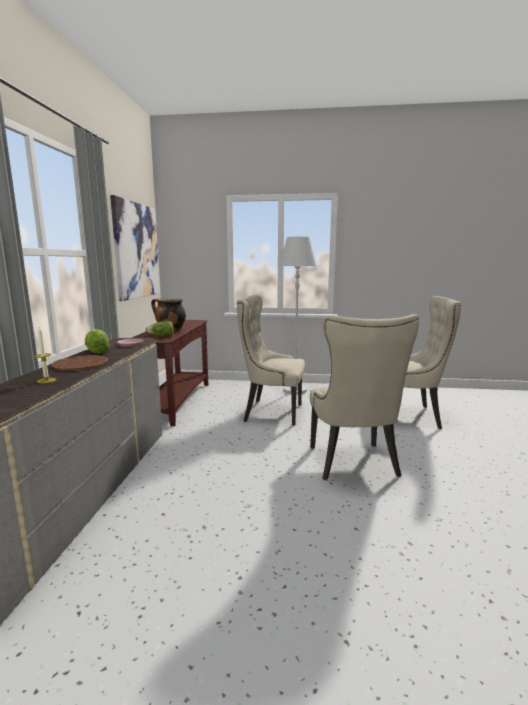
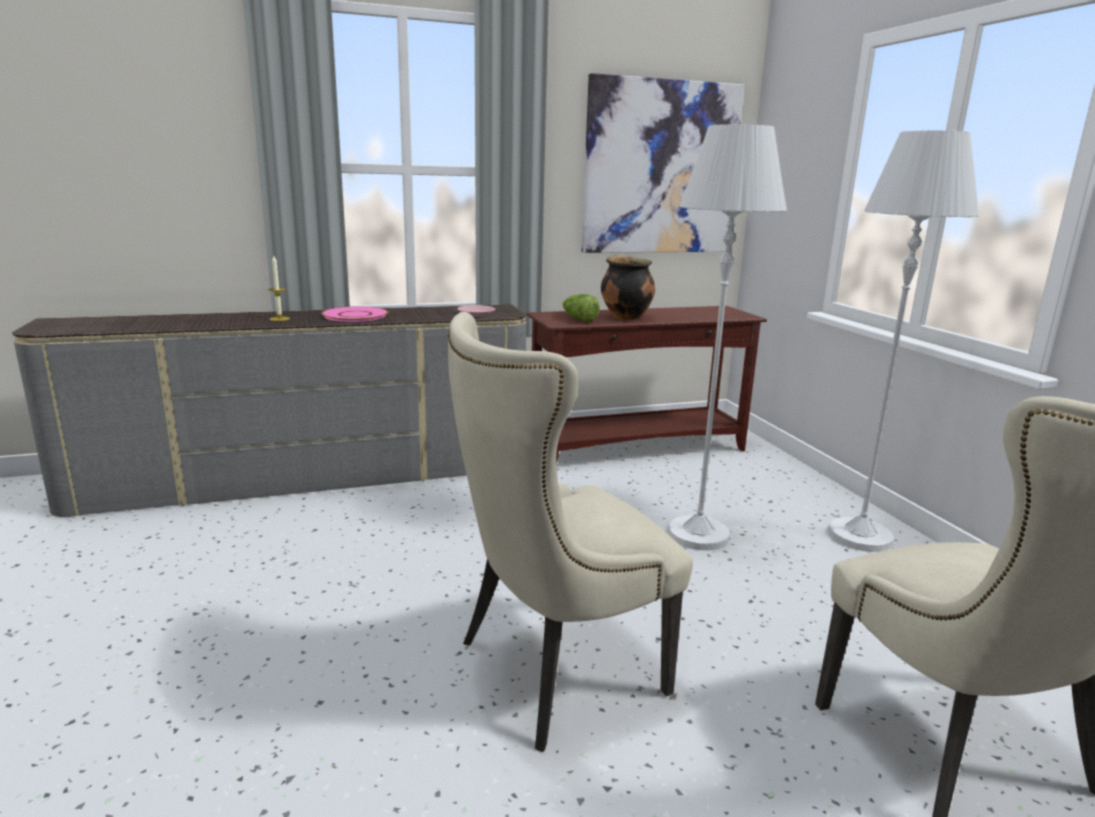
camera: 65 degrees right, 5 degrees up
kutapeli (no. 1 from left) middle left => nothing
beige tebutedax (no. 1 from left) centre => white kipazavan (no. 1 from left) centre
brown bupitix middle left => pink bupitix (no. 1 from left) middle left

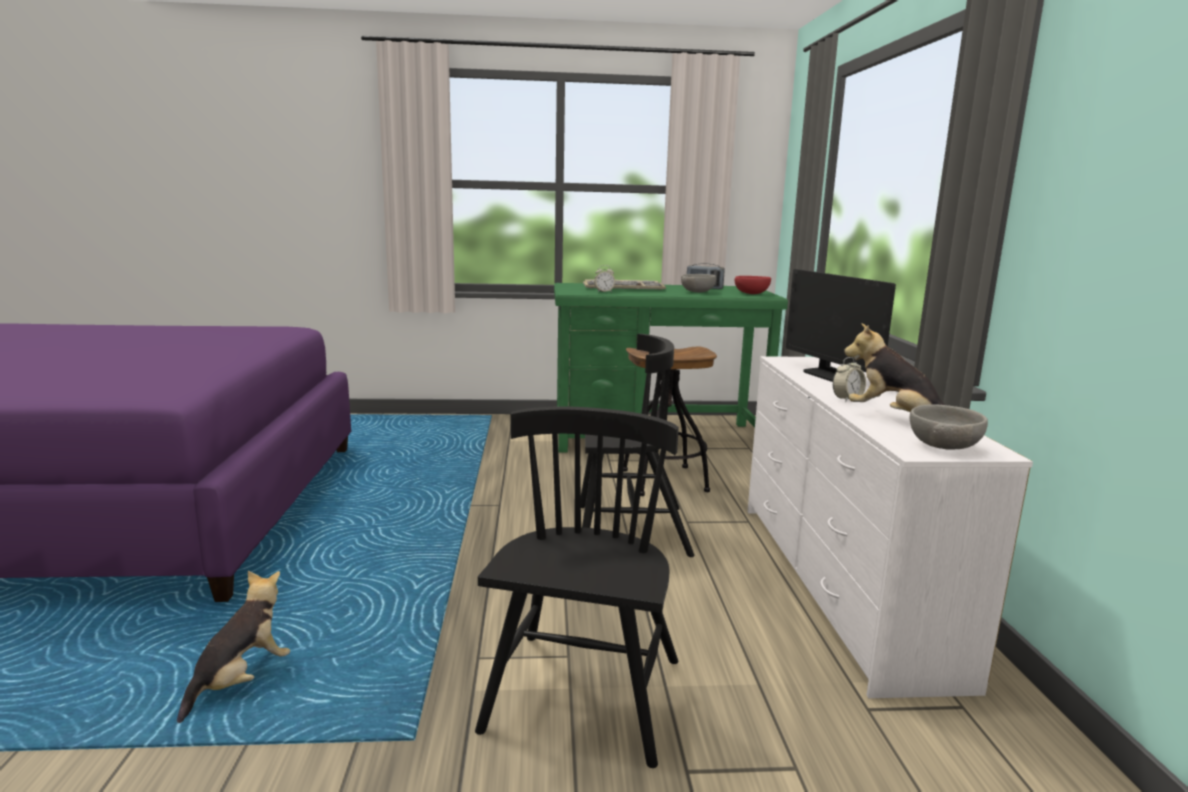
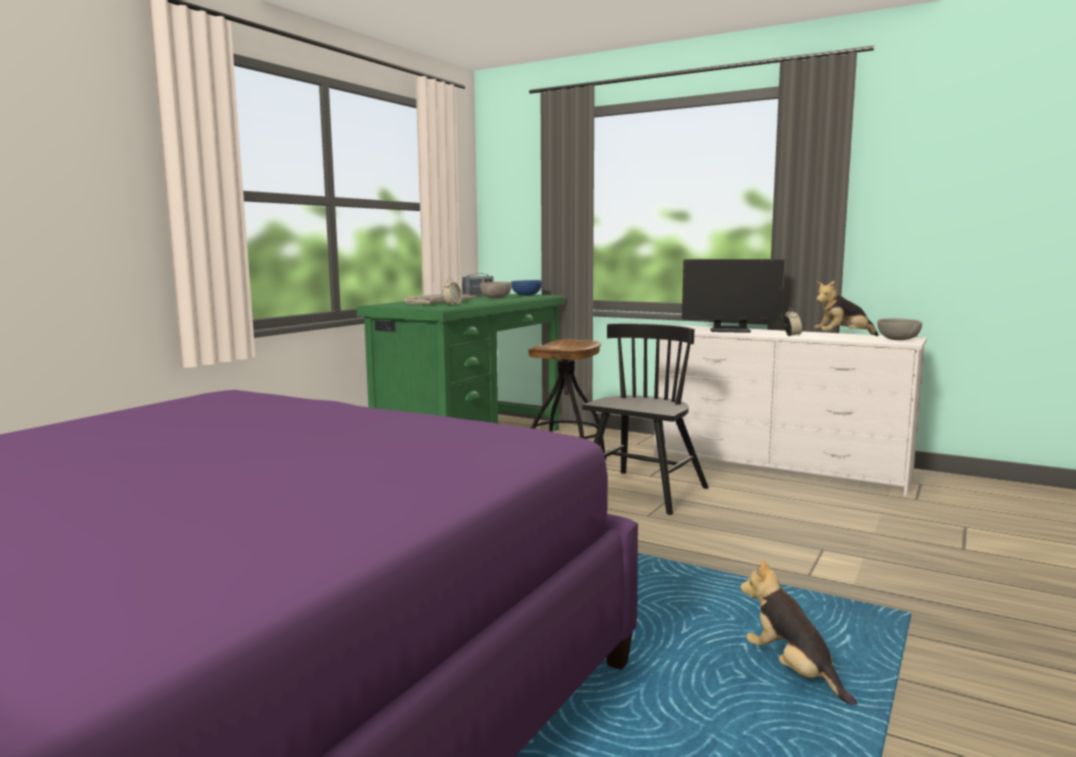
camera: 55 degrees left, 5 degrees down
black tebutedax (no. 1 from left) bottom centre => nothing
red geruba centre => blue geruba centre

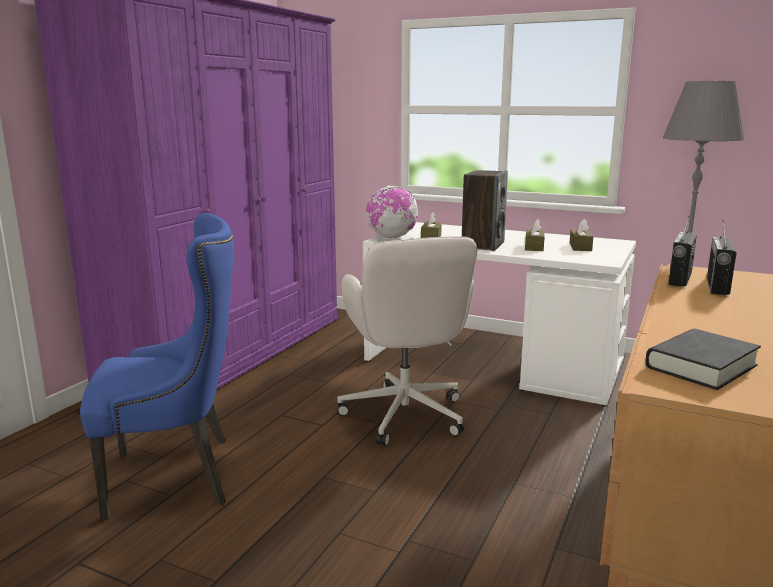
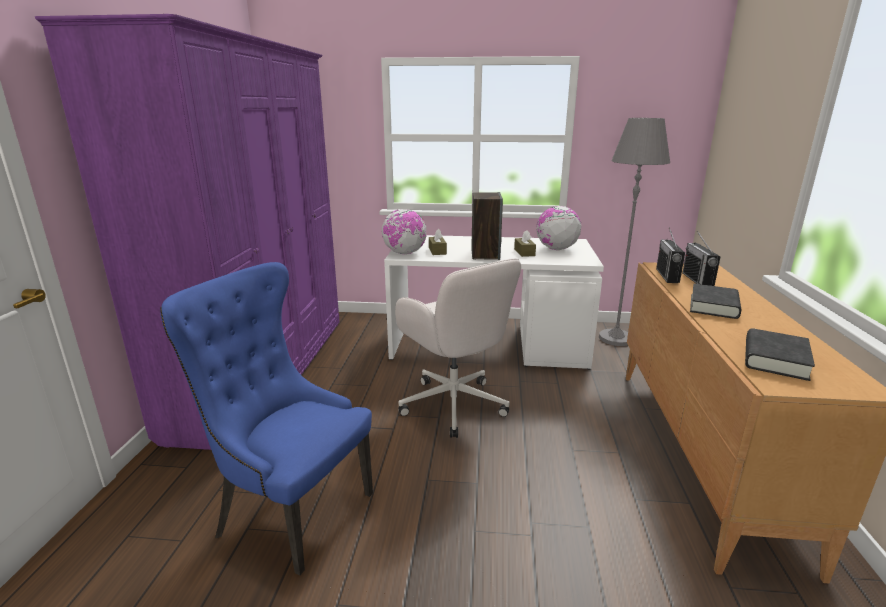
camera: 20 degrees left, 5 degrees up
nothing => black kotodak (no. 1 from left) middle right
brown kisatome (no. 3 from left) middle right => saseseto (no. 2 from left) centre
blue tebutedax middle left => blue tebutedax bottom left, 120 degrees counterclockwise

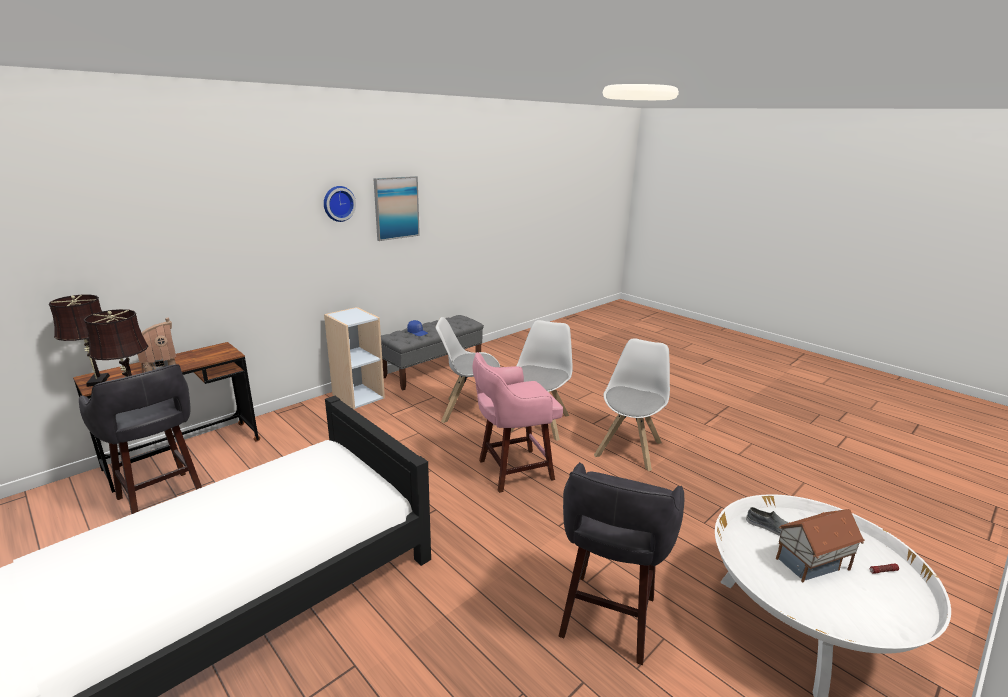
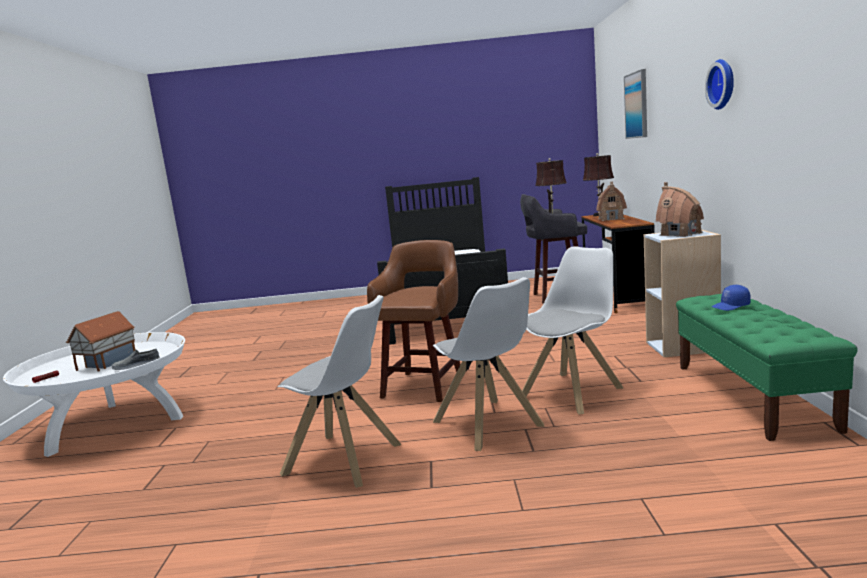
camera: 135 degrees right, 10 degrees down
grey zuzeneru (no. 2 from left) bottom centre => nothing
nothing => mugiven (no. 3 from left) middle right
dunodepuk top centre => dunodepuk top right, shifted
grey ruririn centre => green ruririn middle right
pink zuzeneru centre => brown zuzeneru centre
tebutedax (no. 3 from left in the first image) centre => tebutedax (no. 1 from left) bottom centre, 45 degrees counterclockwise

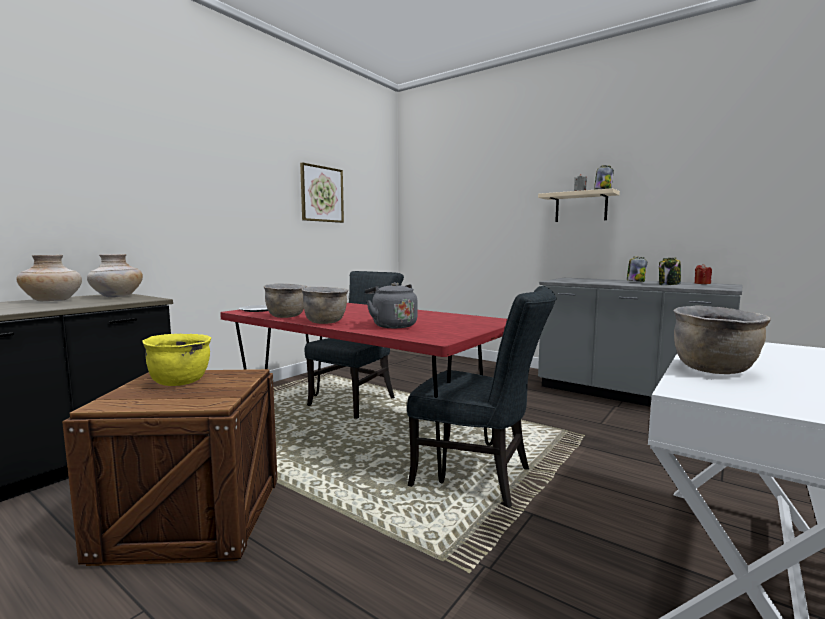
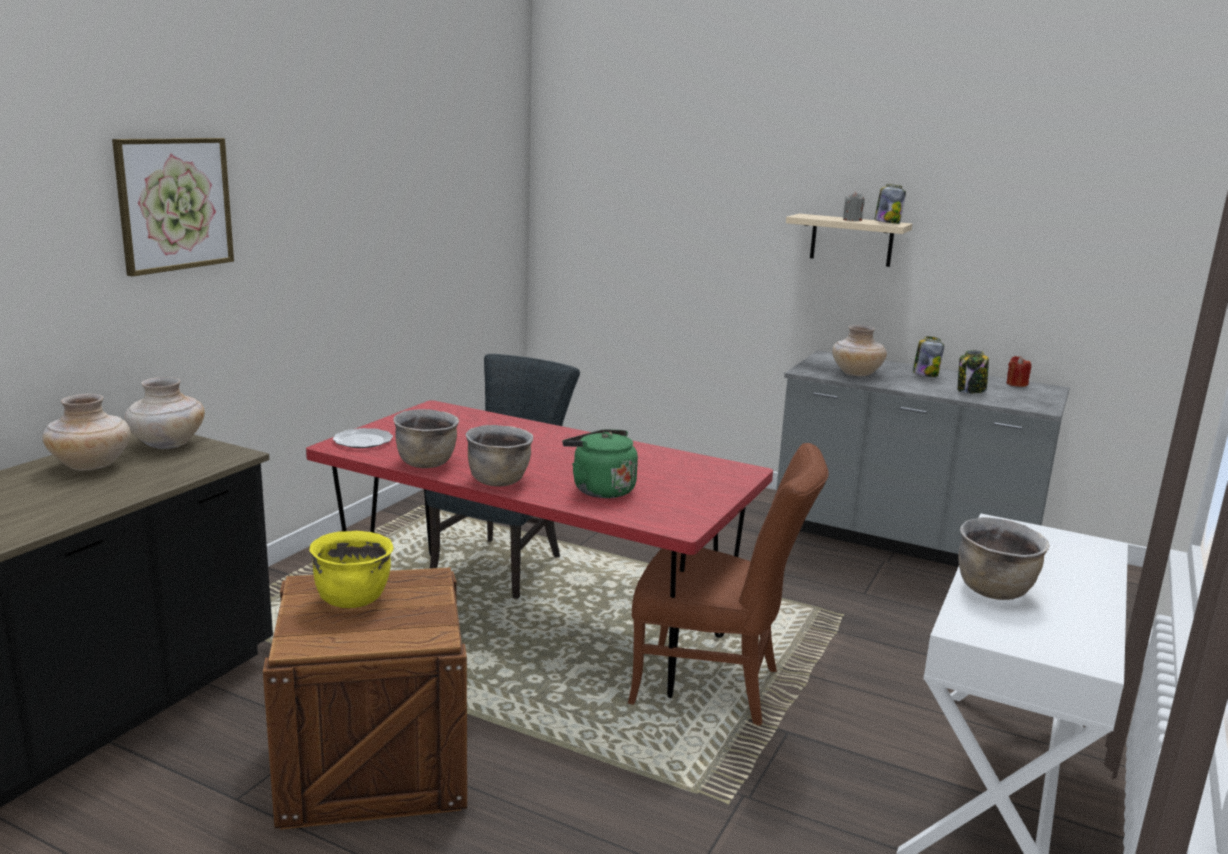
camera: 10 degrees left, 10 degrees up
nothing => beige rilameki (no. 3 from left) middle right
dunodepuk top centre => dunodepuk top left, shifted
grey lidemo centre => green lidemo centre
grey tebutedax (no. 2 from left) centre => brown tebutedax bottom centre

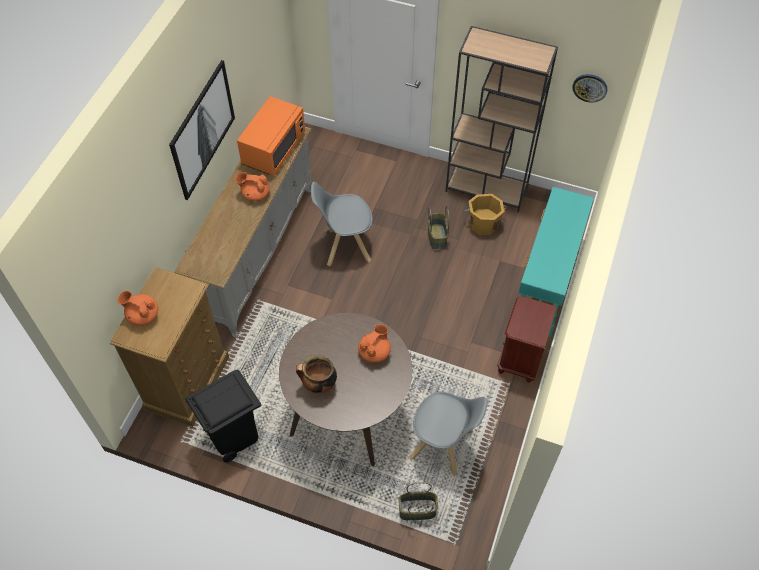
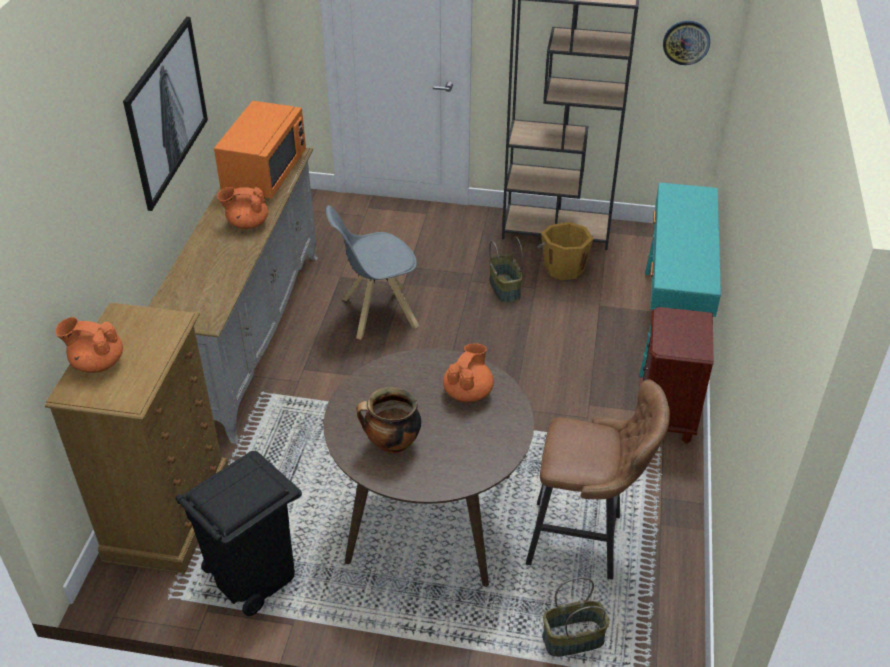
camera: 10 degrees left, 15 degrees down
grey tebutedax (no. 2 from left) bottom centre => brown zuzeneru bottom right

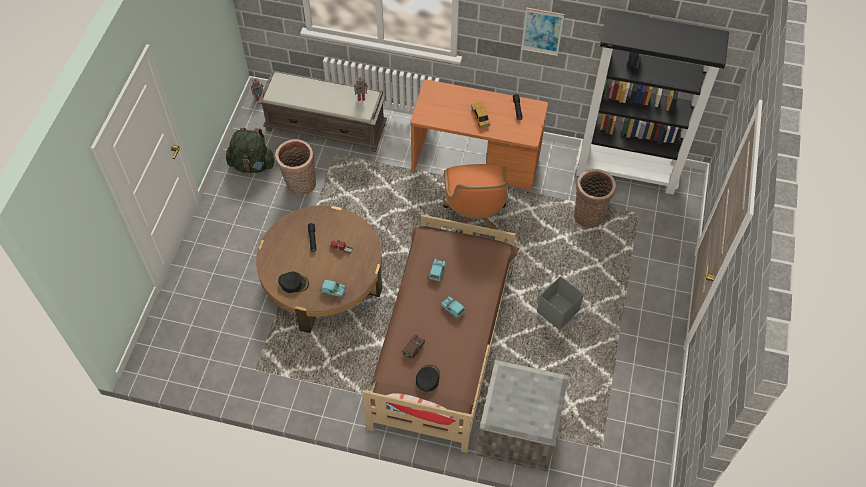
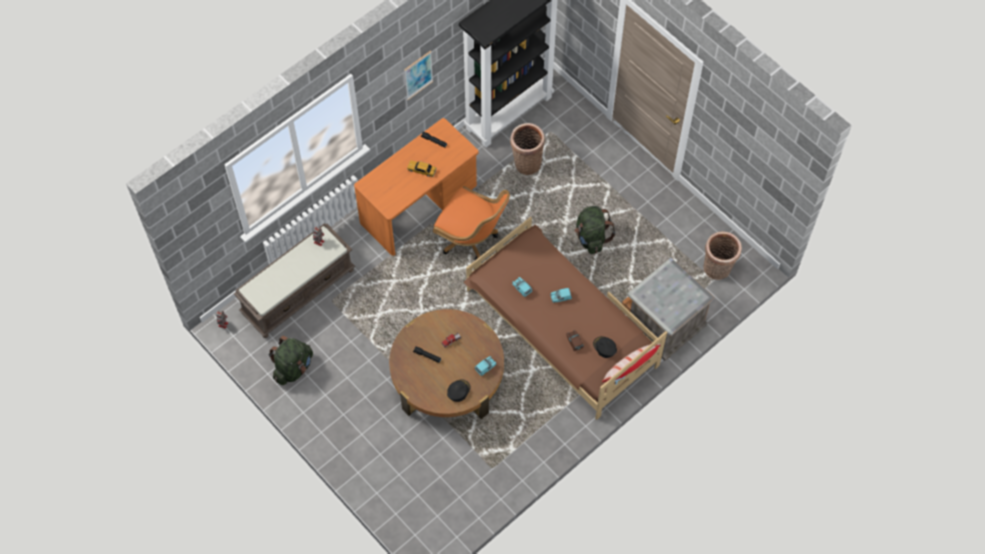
camera: 55 degrees left, 5 degrees up
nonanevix (no. 1 from left in the first image) centre => nonanevix (no. 2 from left) middle right, shifted
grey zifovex centre => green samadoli (no. 2 from left) centre

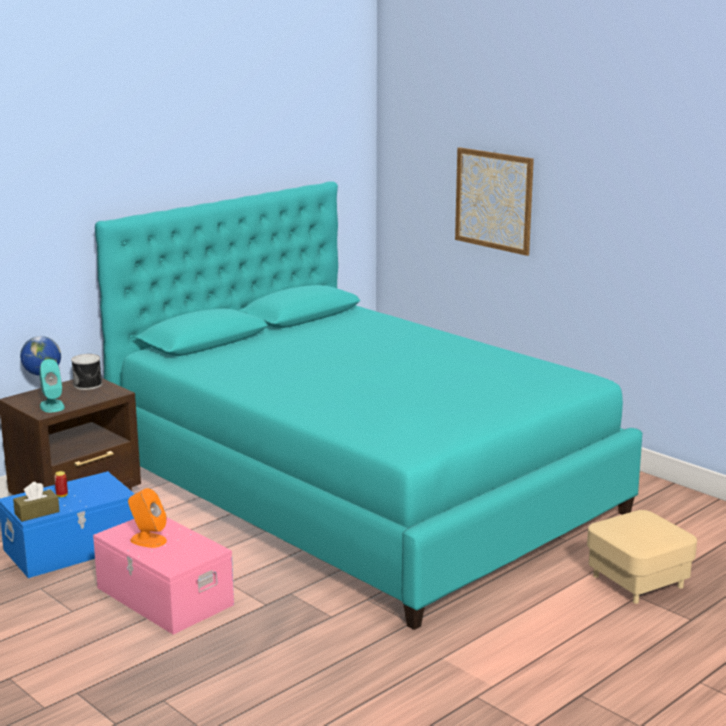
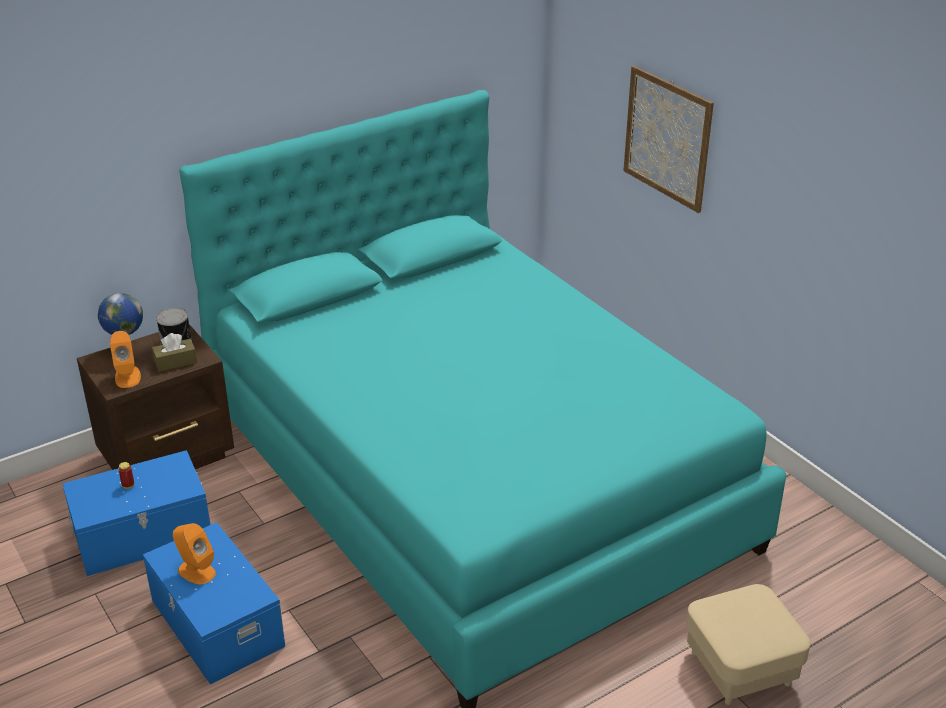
camera: 10 degrees right, 15 degrees up
brown kisatome bottom left => brown kisatome middle left, shifted
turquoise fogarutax middle left => orange fogarutax (no. 1 from left) middle left
pink zifovex bottom left => blue zifovex (no. 2 from left) bottom left

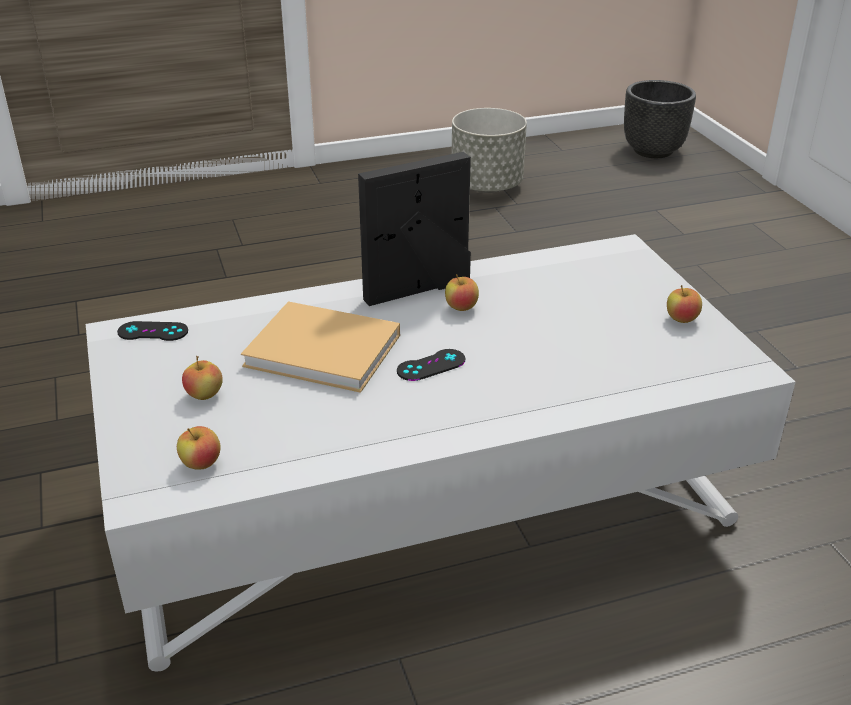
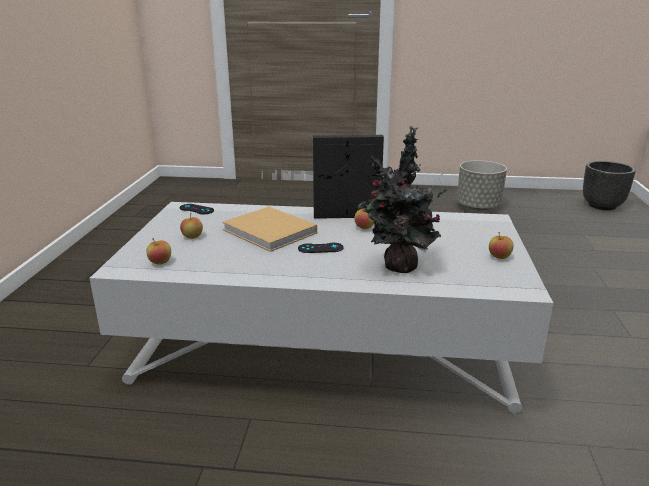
camera: 25 degrees right, 10 degrees down
nothing => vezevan centre

